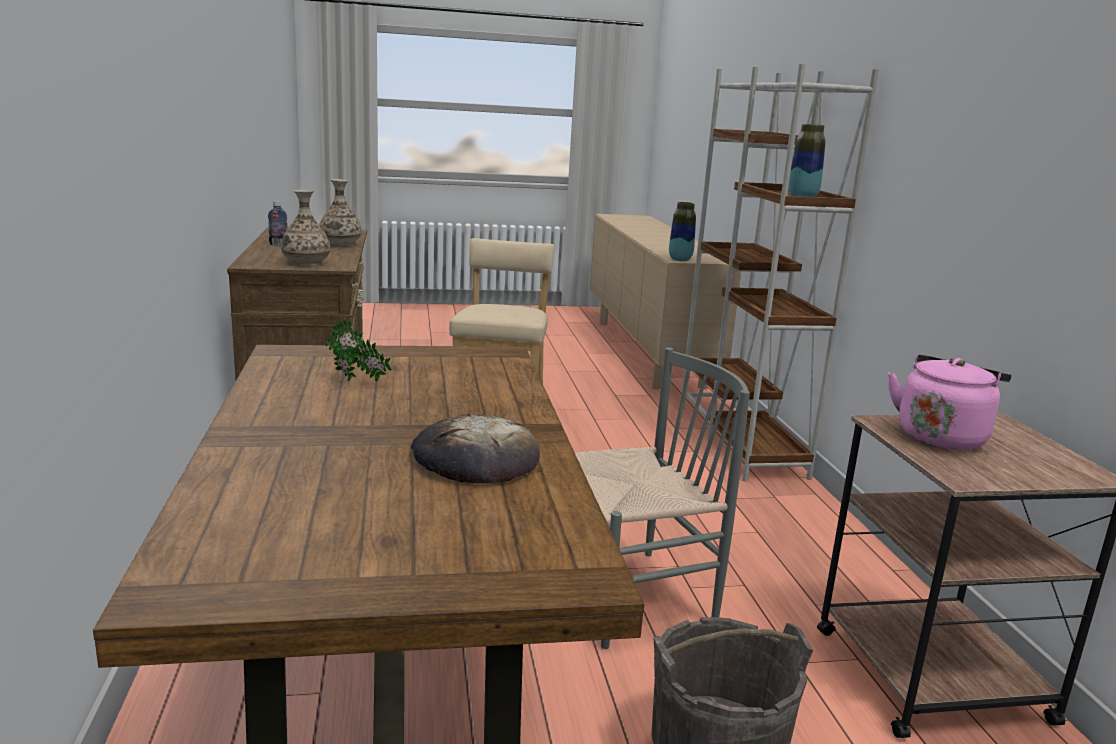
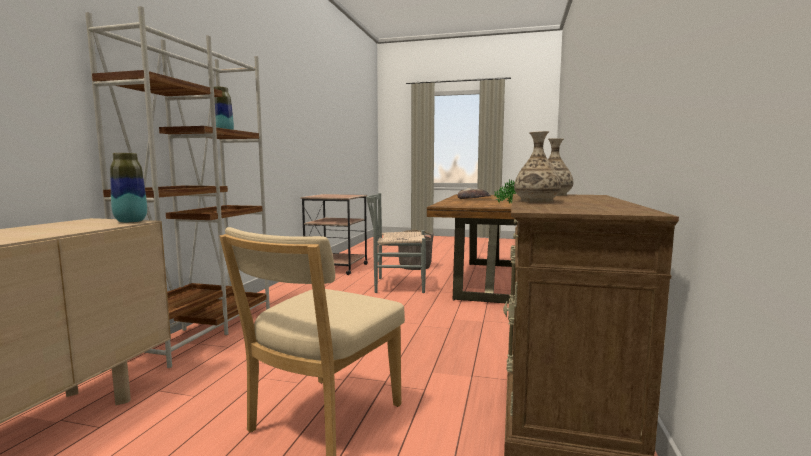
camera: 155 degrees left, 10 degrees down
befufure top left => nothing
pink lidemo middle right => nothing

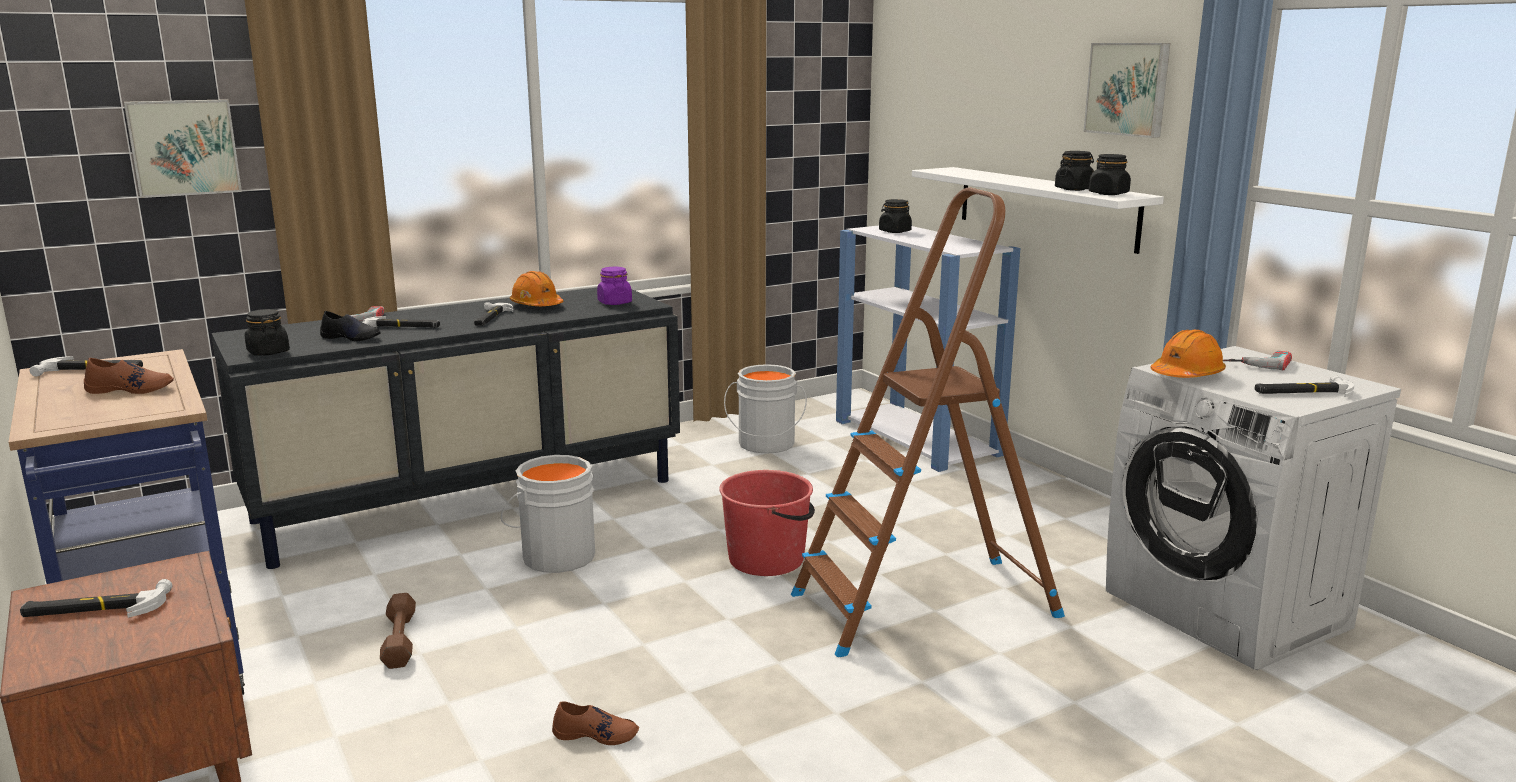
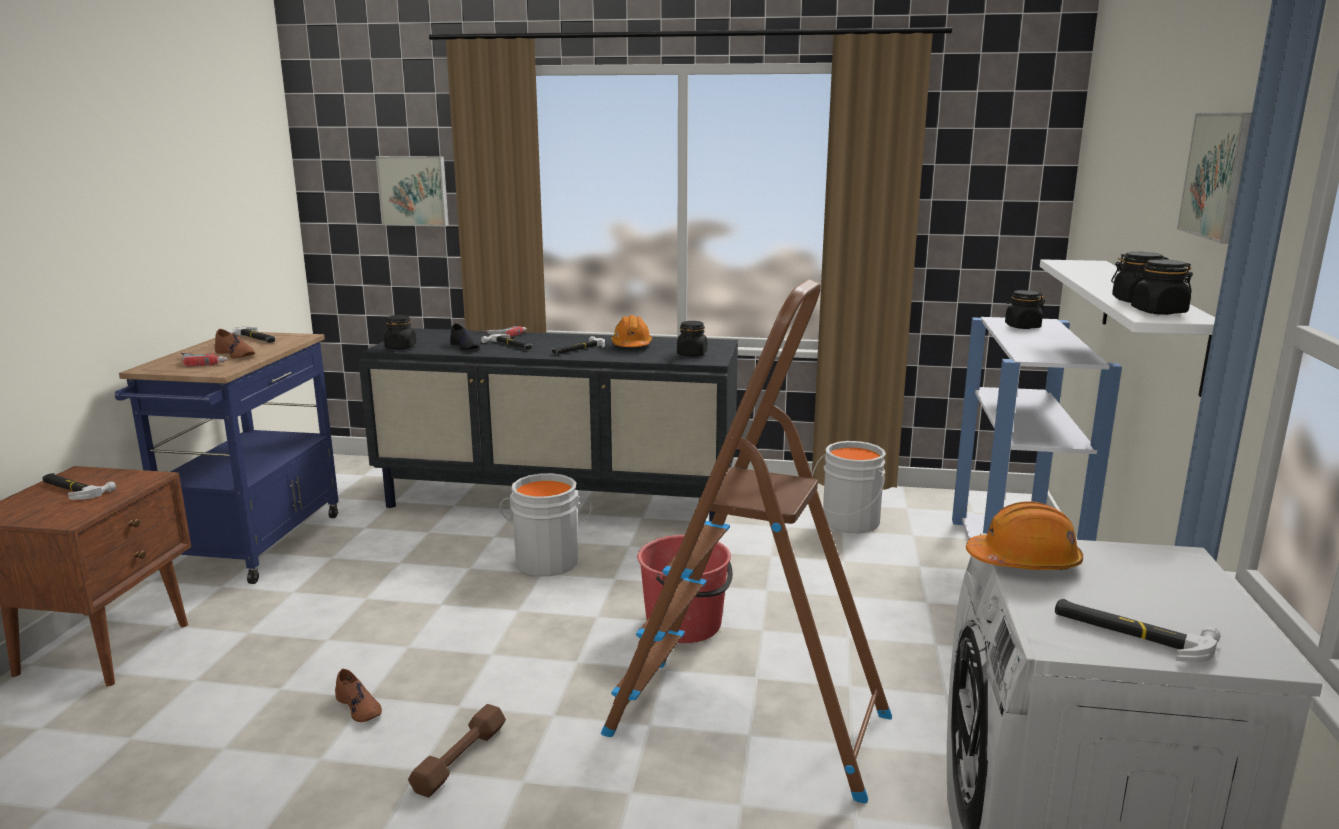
camera: 40 degrees right, 0 degrees up
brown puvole bottom left => brown puvole bottom centre, shifted
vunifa (no. 2 from left in the first image) middle right => vunifa (no. 1 from left) middle left, shifted
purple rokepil centre => black rokepil (no. 2 from left) centre

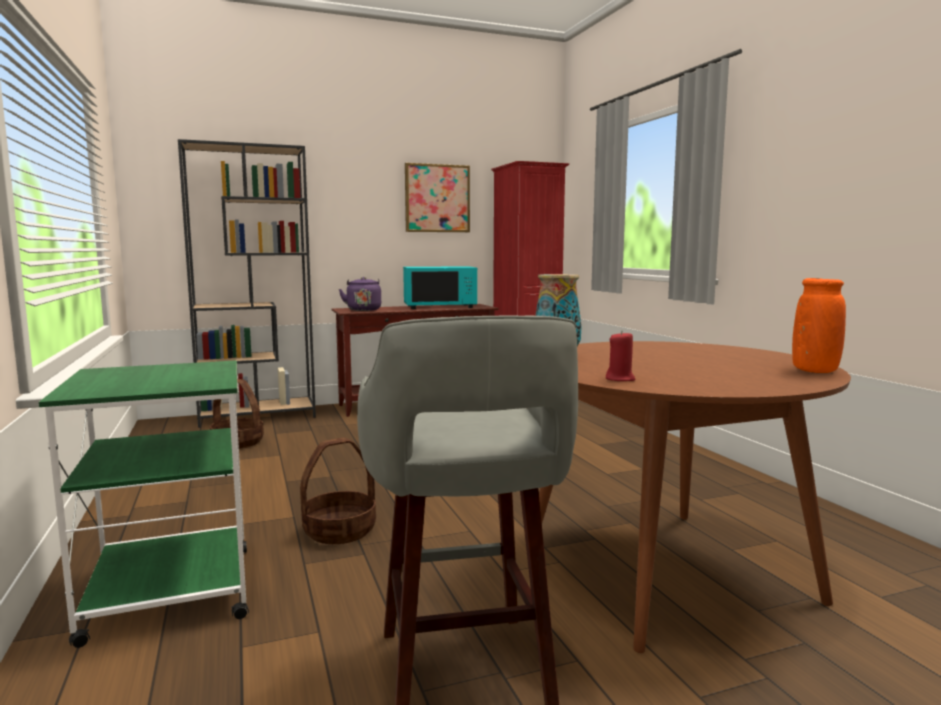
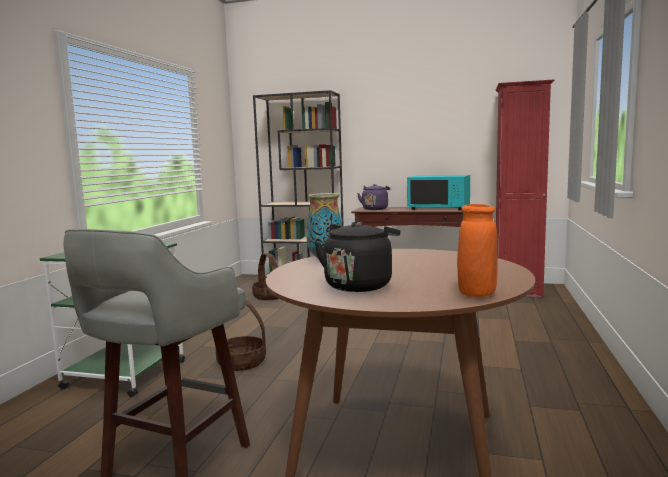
camera: 35 degrees right, 0 degrees up
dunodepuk top centre => nothing
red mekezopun centre => nothing
nothing => black lidemo centre

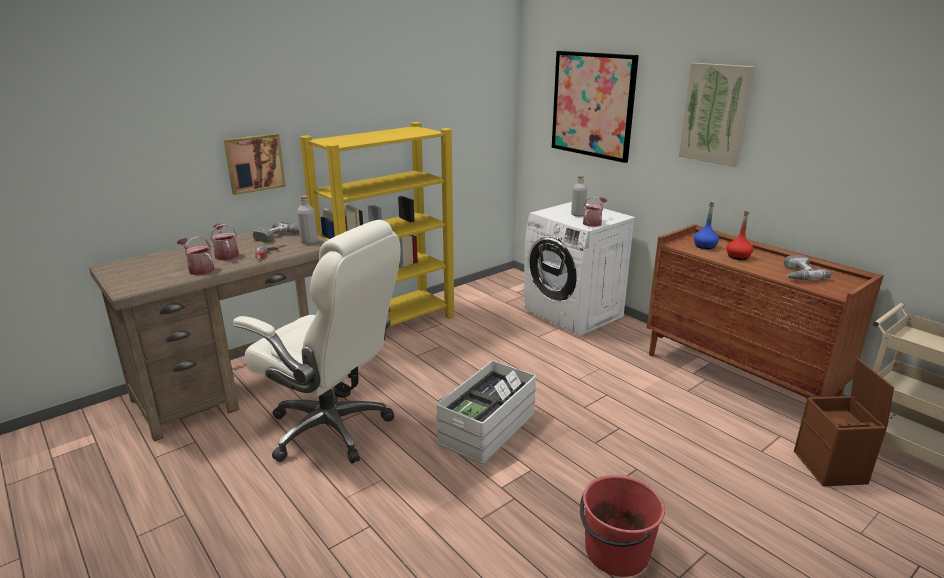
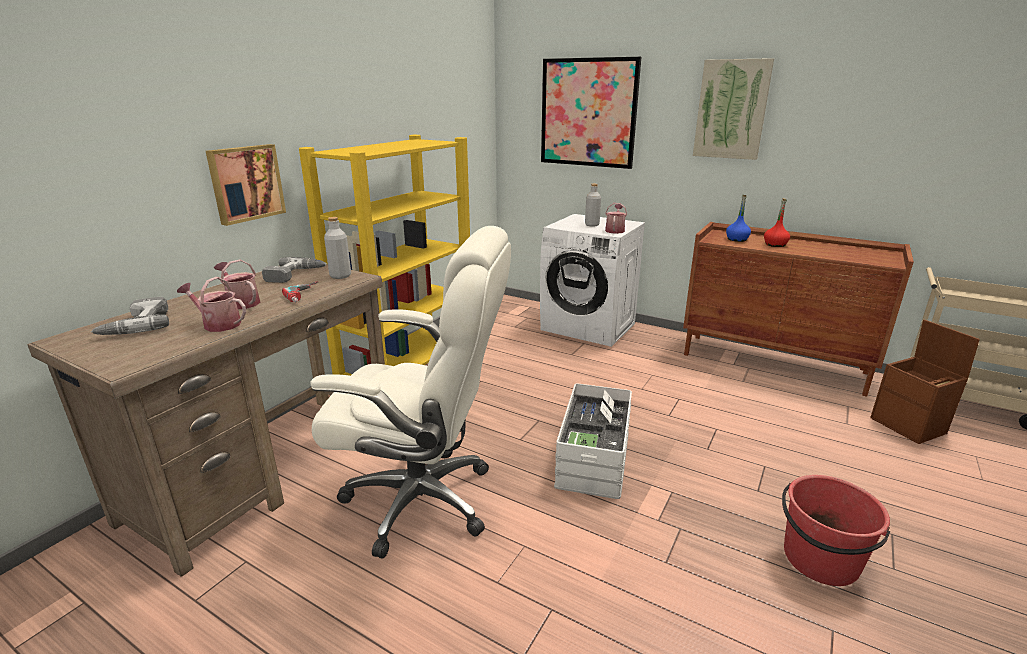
camera: 20 degrees left, 0 degrees up
vunifa (no. 3 from left in the first image) middle right => vunifa (no. 1 from left) middle left, shifted

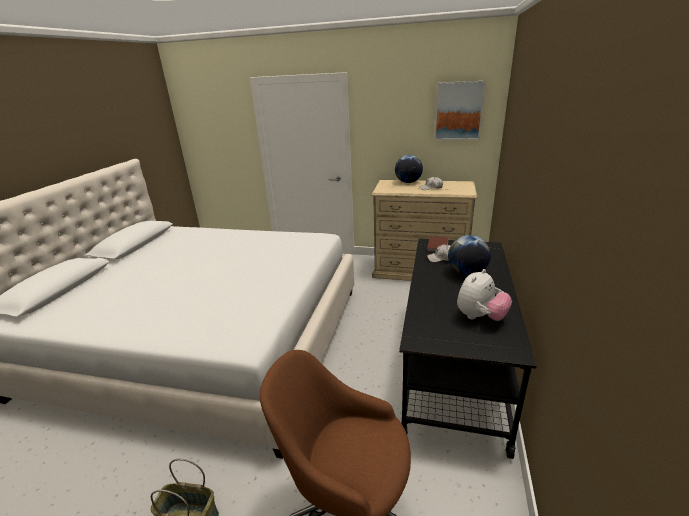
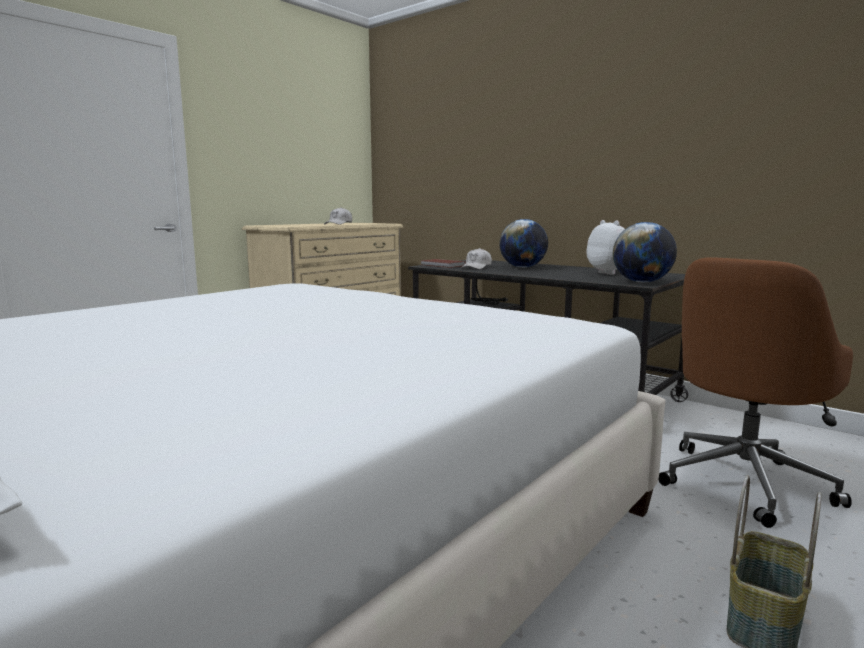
camera: 65 degrees left, 15 degrees down
dunodepuk top right => nothing
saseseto (no. 1 from left in the first image) top centre => saseseto (no. 2 from left) middle right, shifted

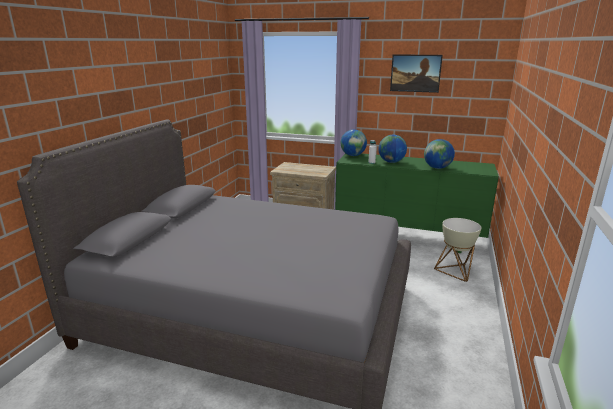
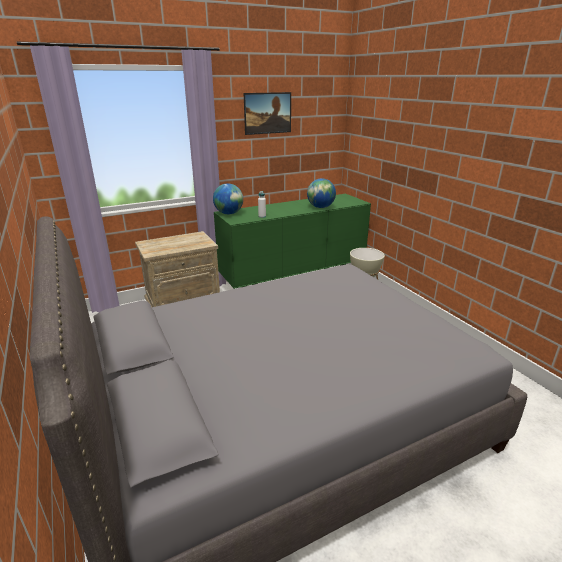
camera: 45 degrees left, 5 degrees up
saseseto (no. 2 from left) centre => nothing

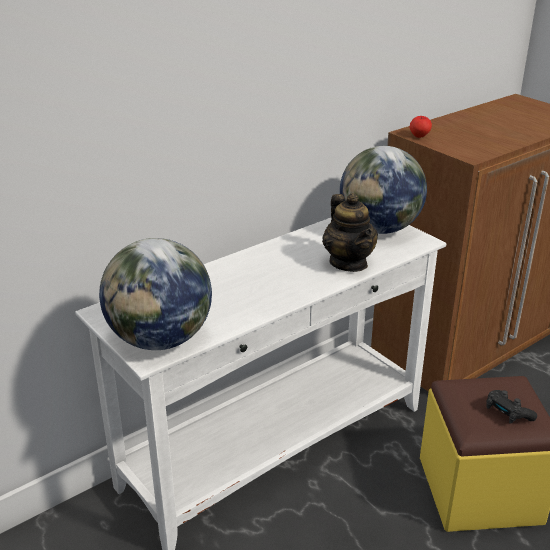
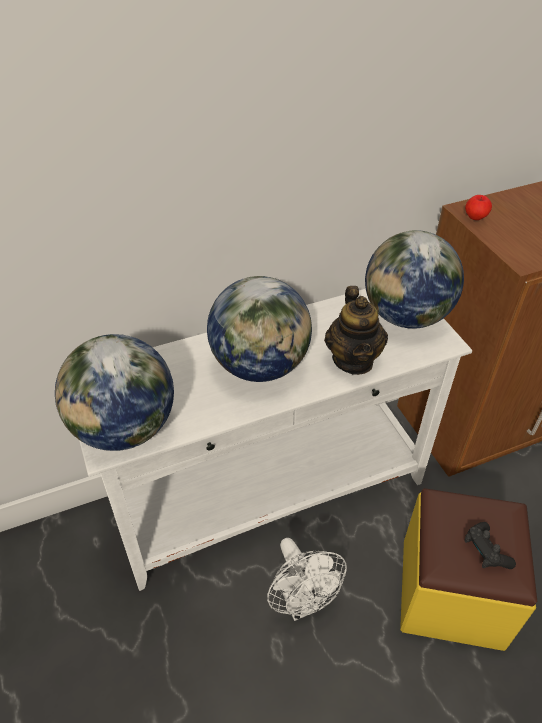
camera: 15 degrees right, 15 degrees up
nothing => saseseto (no. 2 from left) centre
nothing => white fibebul bottom centre

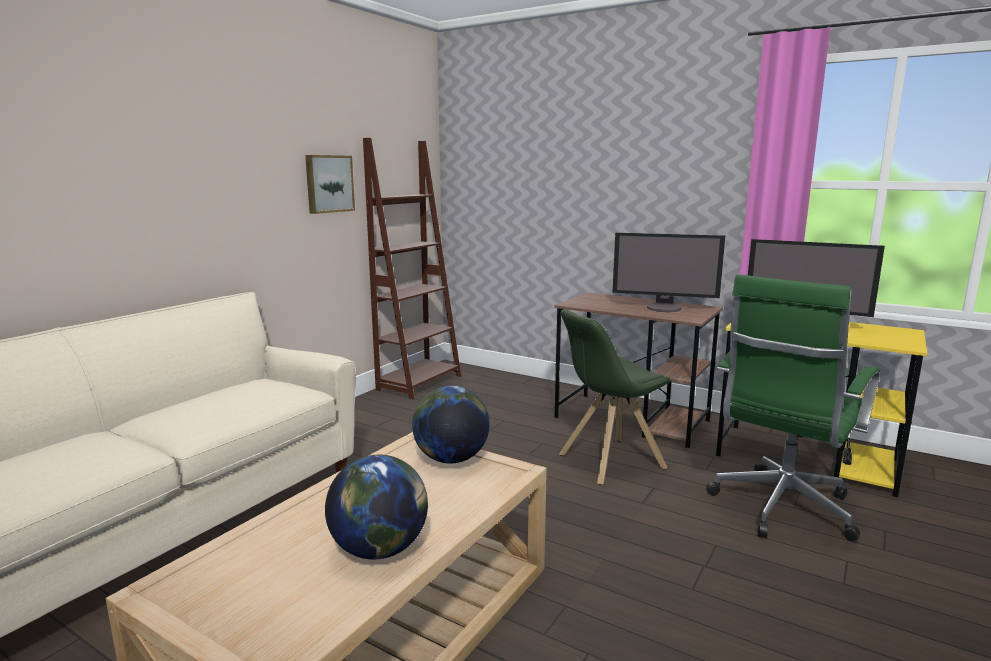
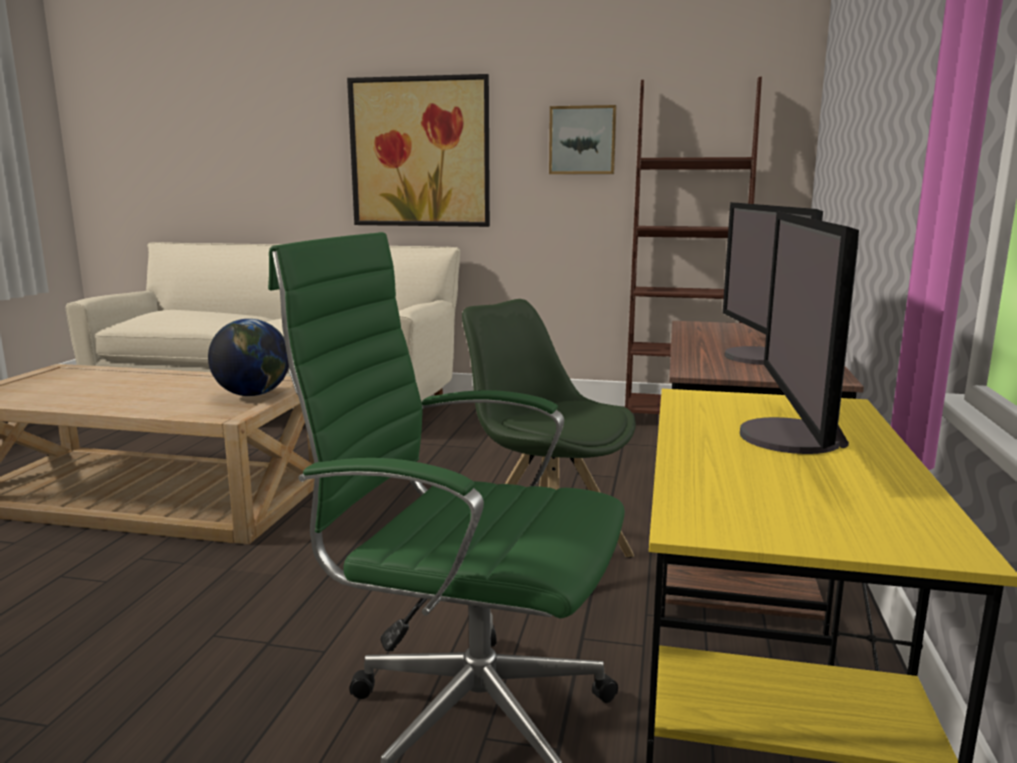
camera: 70 degrees right, 0 degrees up
saseseto (no. 1 from left) bottom centre => nothing
nothing => dunodepuk (no. 1 from left) top centre

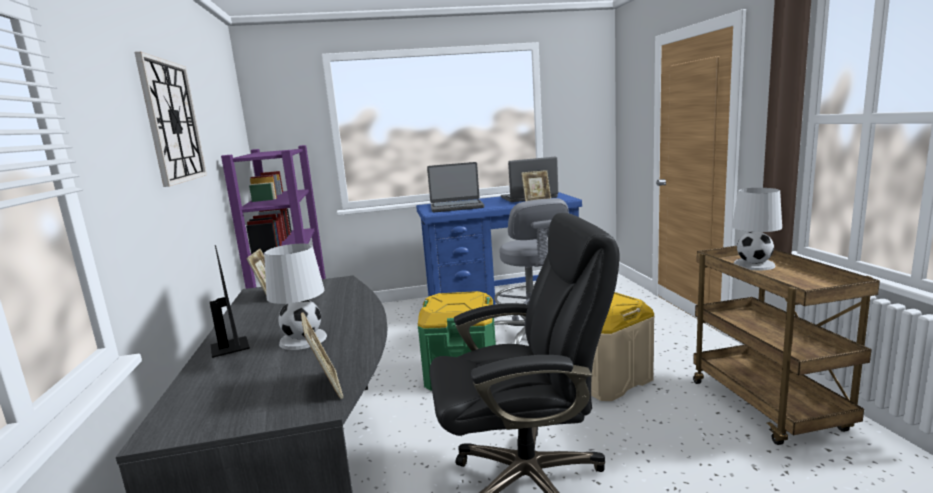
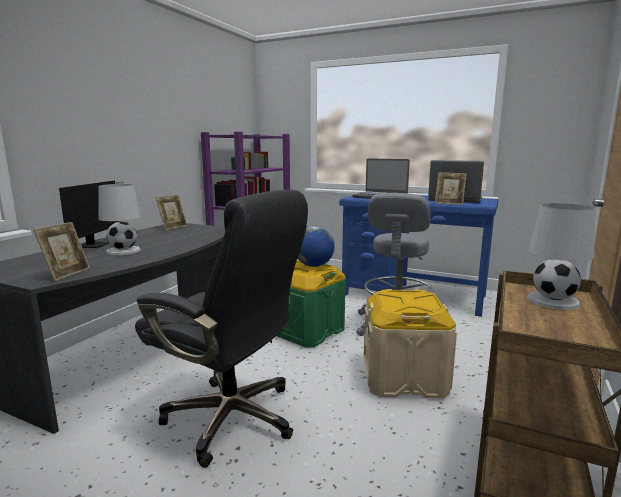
camera: 35 degrees right, 0 degrees up
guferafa top left => nothing
nothing => saseseto centre

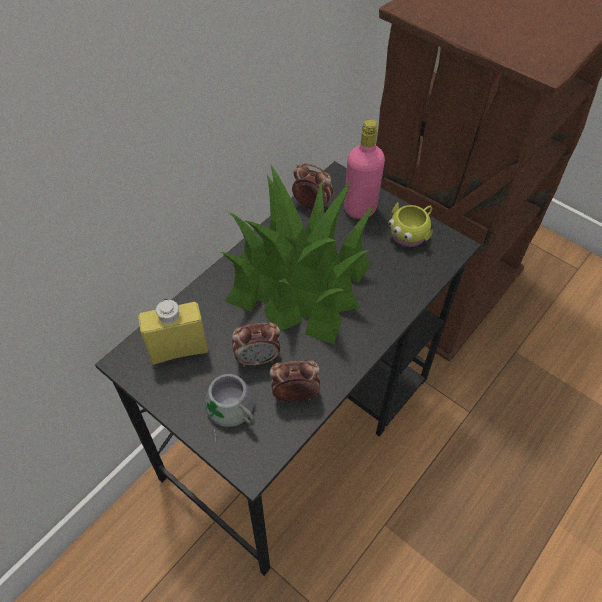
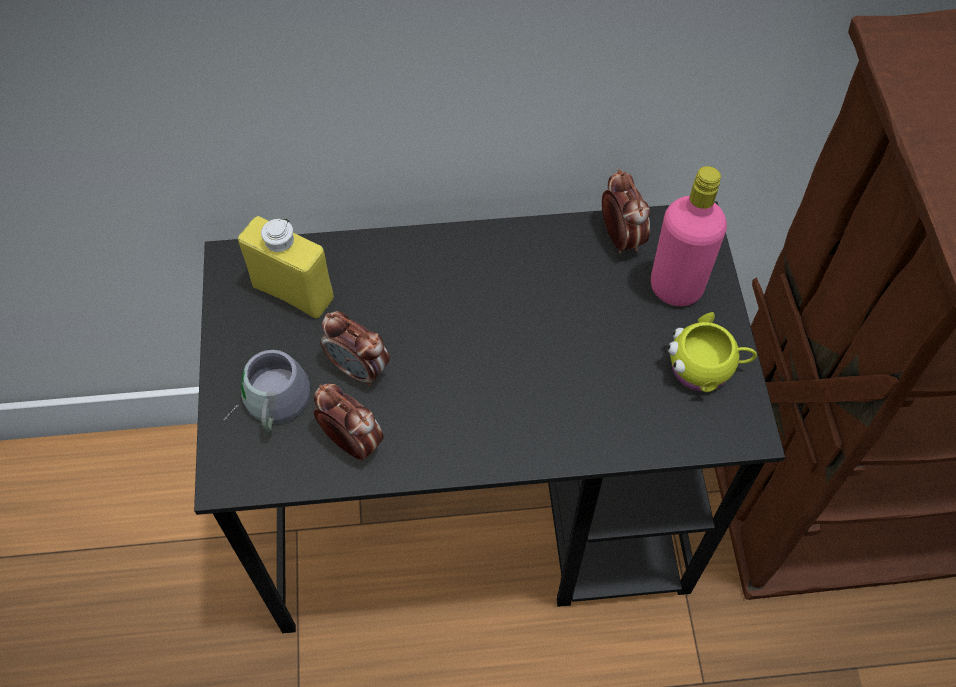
camera: 45 degrees right, 5 degrees up
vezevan centre => nothing

